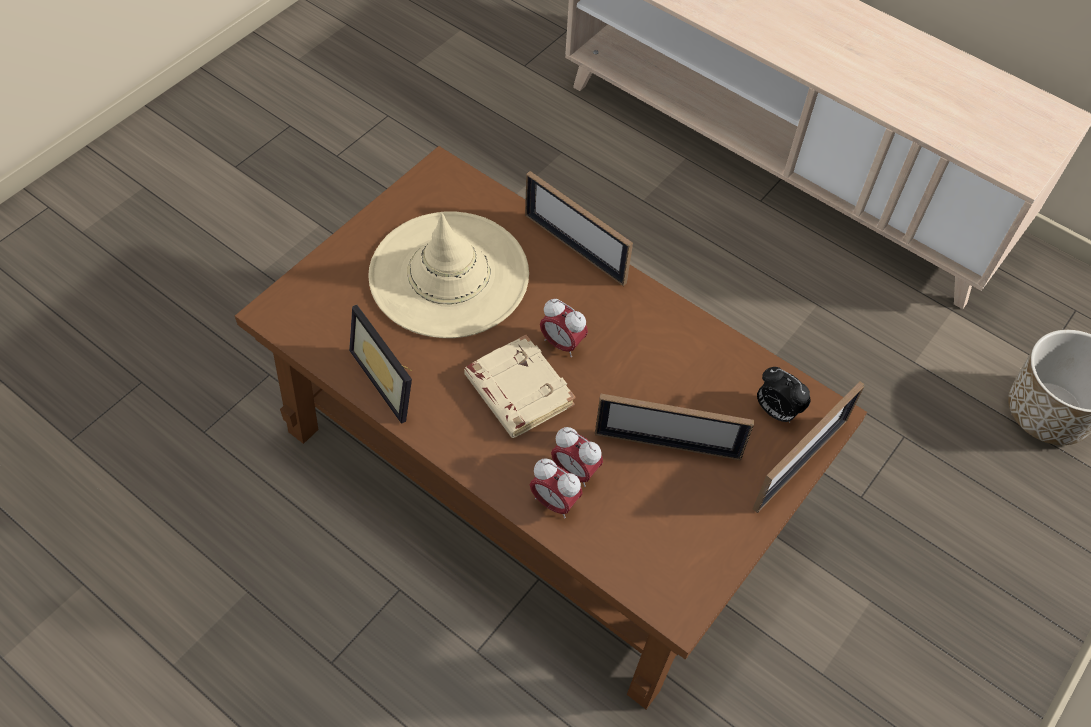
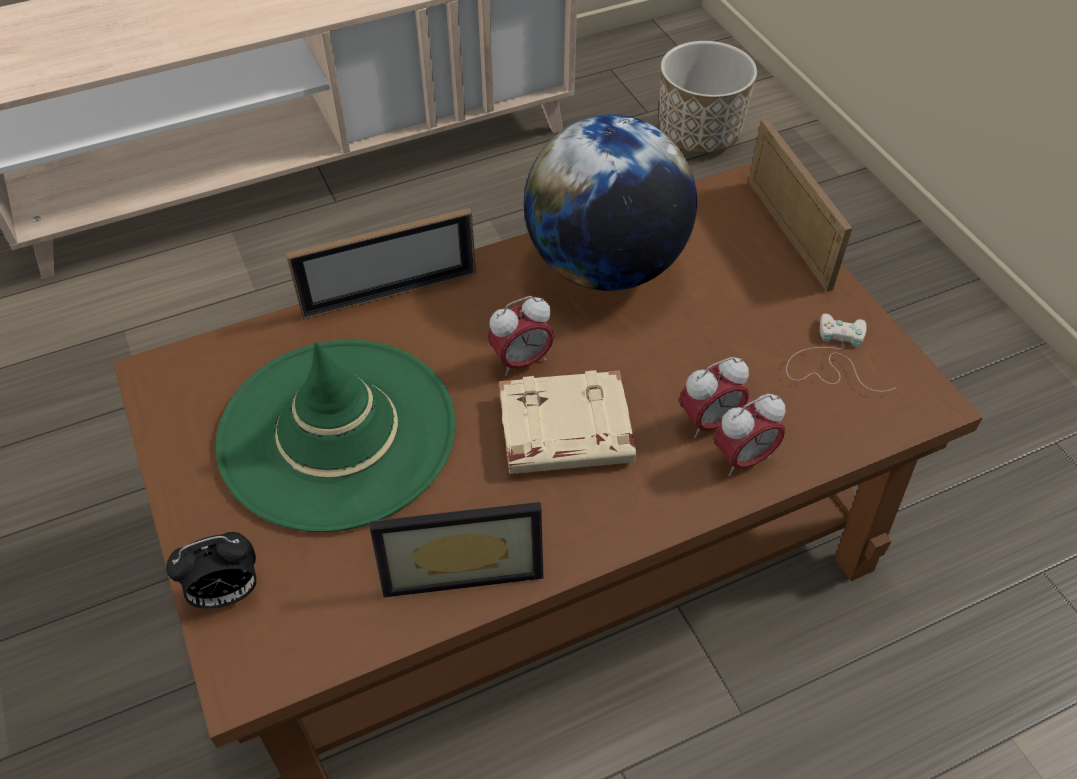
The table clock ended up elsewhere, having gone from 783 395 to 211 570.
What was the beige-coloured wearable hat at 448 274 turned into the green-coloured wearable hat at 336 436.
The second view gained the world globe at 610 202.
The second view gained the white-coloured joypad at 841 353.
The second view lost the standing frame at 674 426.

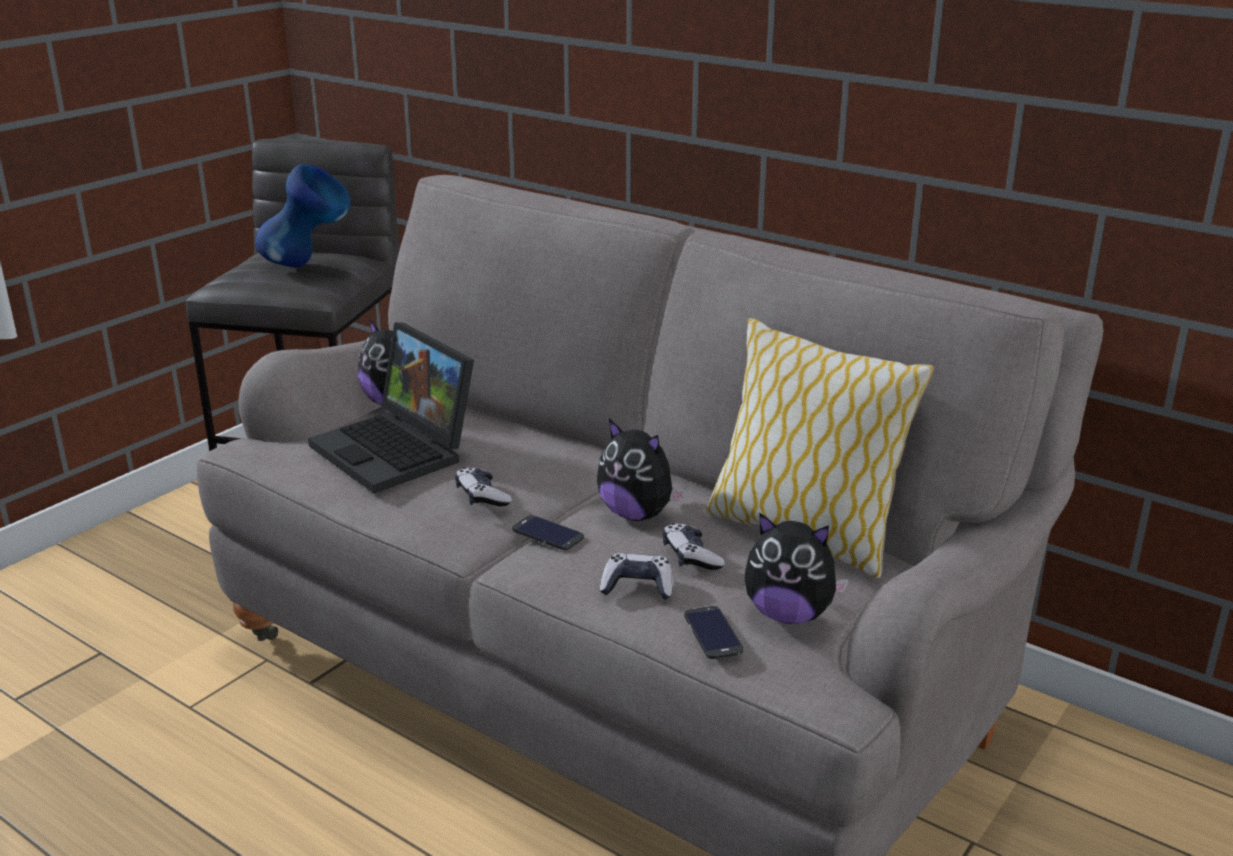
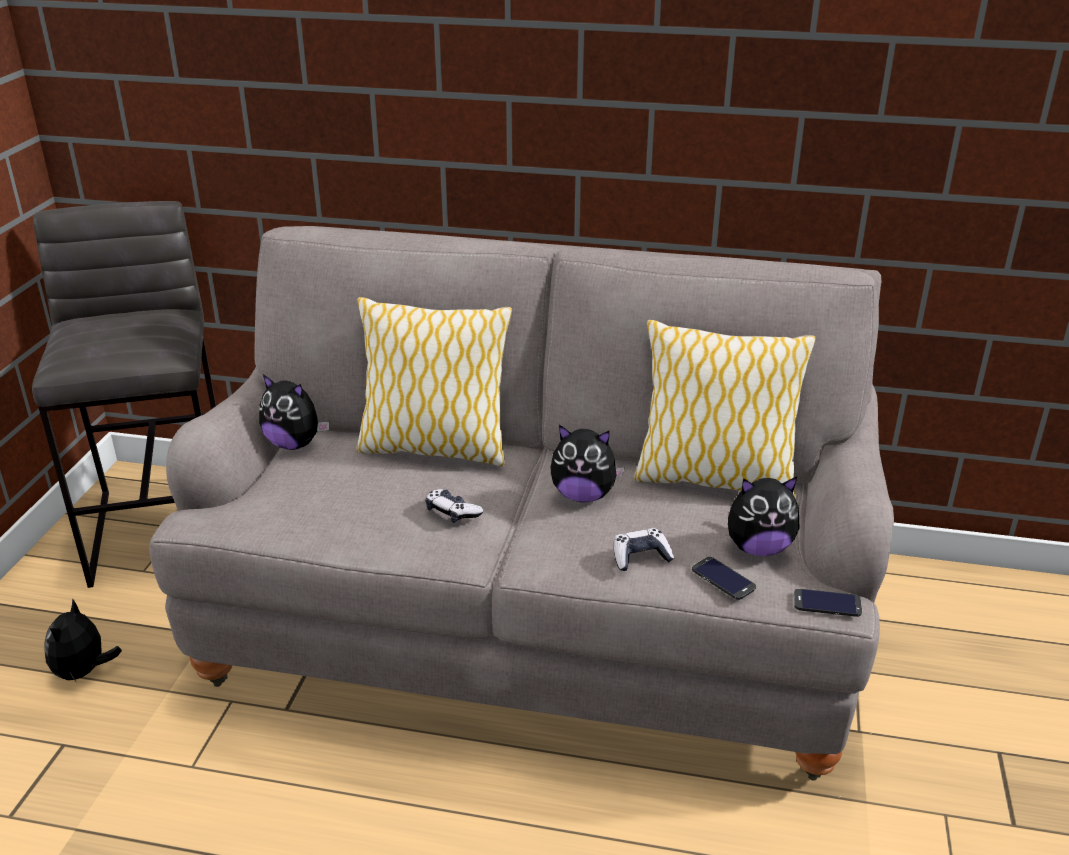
The second view gained the plush toy at 83 640.
The second view gained the pillow at 434 382.
The phone ended up elsewhere, having gone from 548 532 to 828 603.
The second view lost the blue vase at 303 215.
The second view lost the notebook computer at 391 407.
The second view lost the joypad at 694 546.

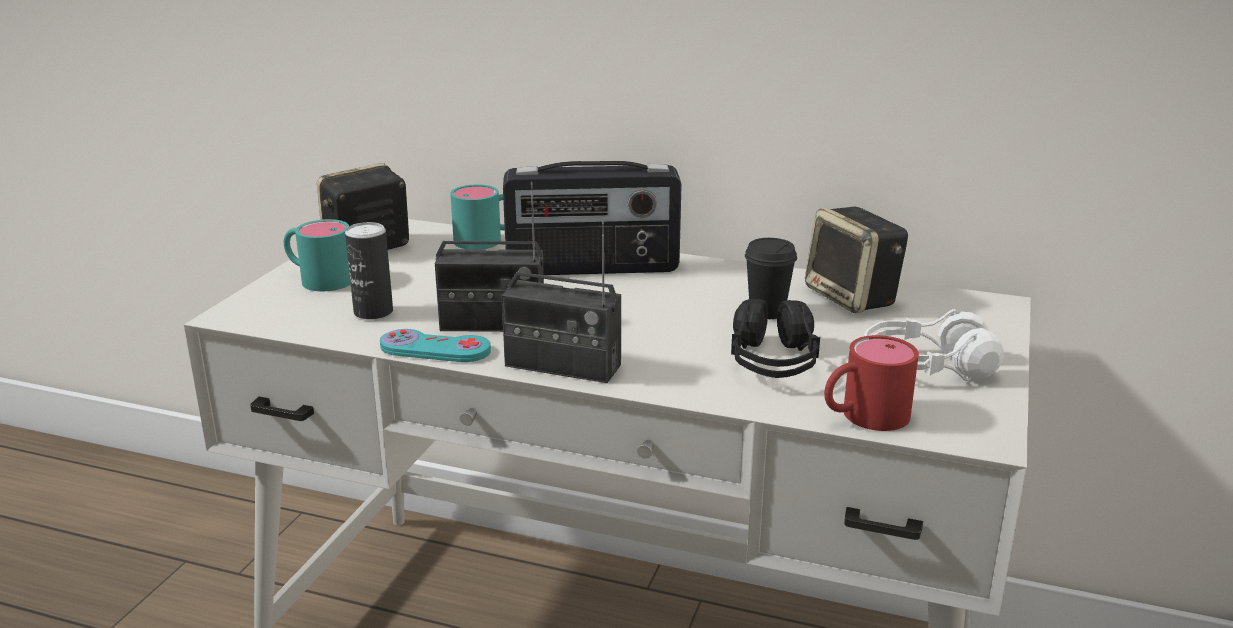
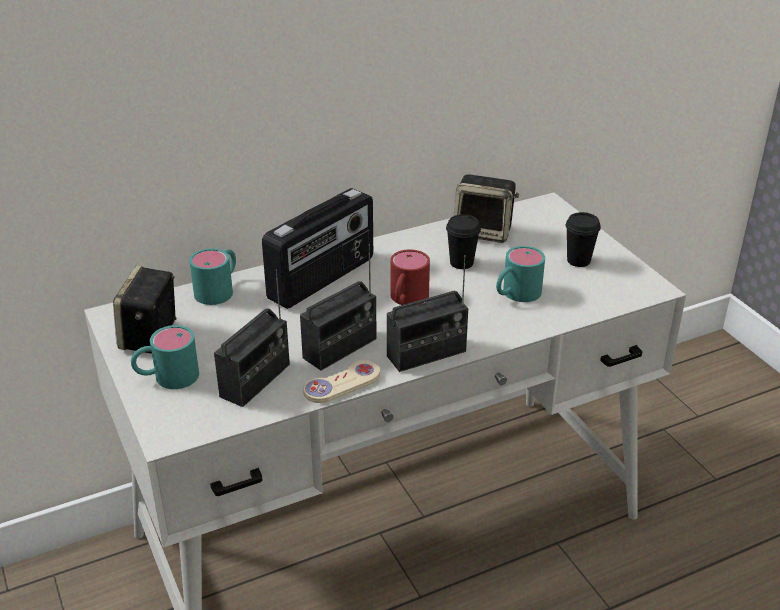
Where the sealed can stood at 369 271, the radio came to stand at 252 338.
What was the turquoise joypad at 435 345 turned into the beige-coloured joypad at 341 381.
The reddish mug ended up elsewhere, having gone from 871 383 to 410 277.
Where the blackish headset stood at 775 338, the turquoise mug came to stand at 520 274.
Where the white-coloured headset stood at 934 345, the blackish small cup came to stand at 583 239.

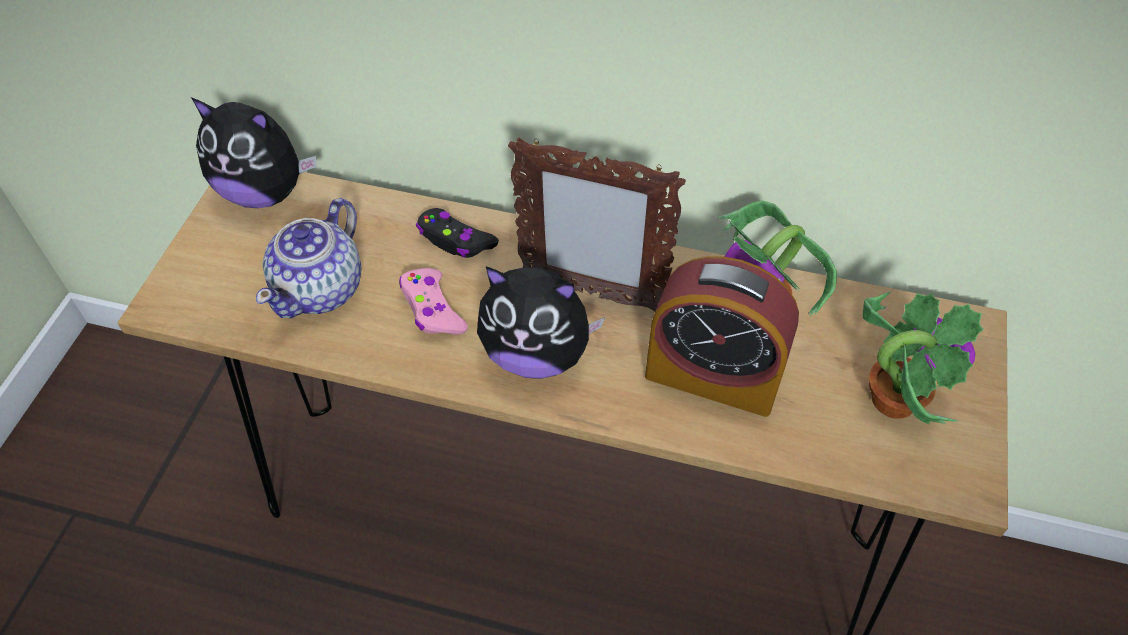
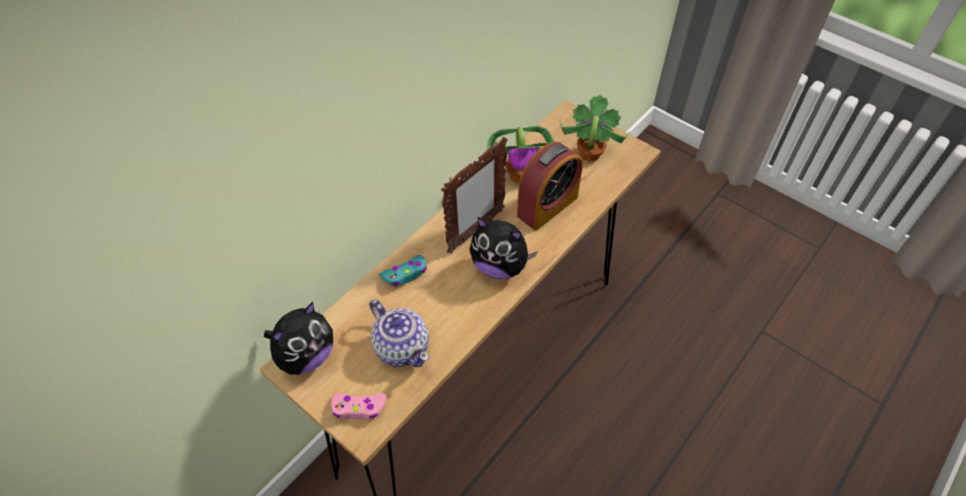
The pink joypad ended up elsewhere, having gone from 433 301 to 359 406.
What was the blackish joypad at 457 233 turned into the turquoise joypad at 403 271.
The plush toy at 541 323 ended up facing another way, 75 degrees clockwise from before.

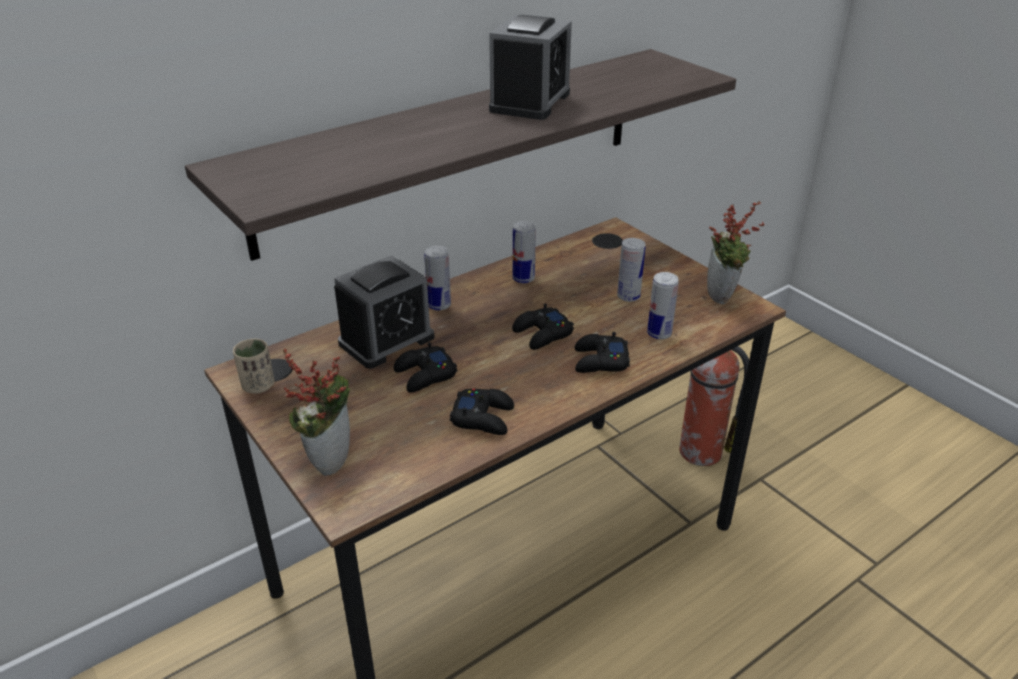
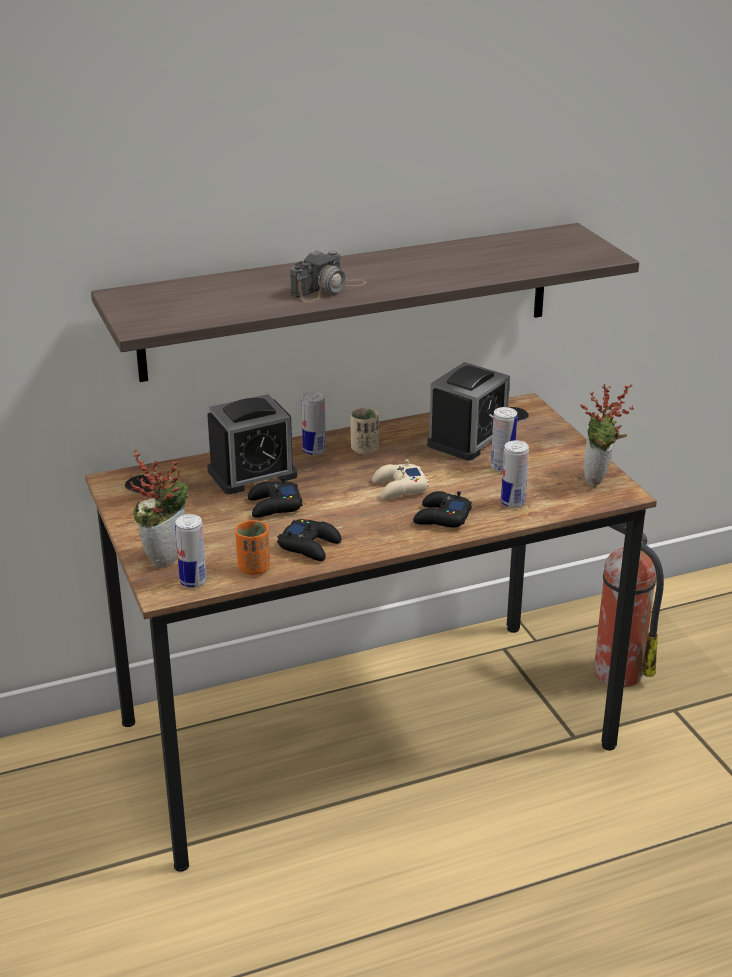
The sealed can ended up elsewhere, having gone from 524 252 to 191 551.
The second view gained the orange-coloured small cup at 252 547.
The second view gained the photo camera at 328 276.
The beige-coloured small cup ended up elsewhere, having gone from 254 366 to 364 431.
What was the blackish joypad at 543 327 turned into the beige-coloured joypad at 400 479.
The table clock ended up elsewhere, having gone from 530 67 to 468 411.

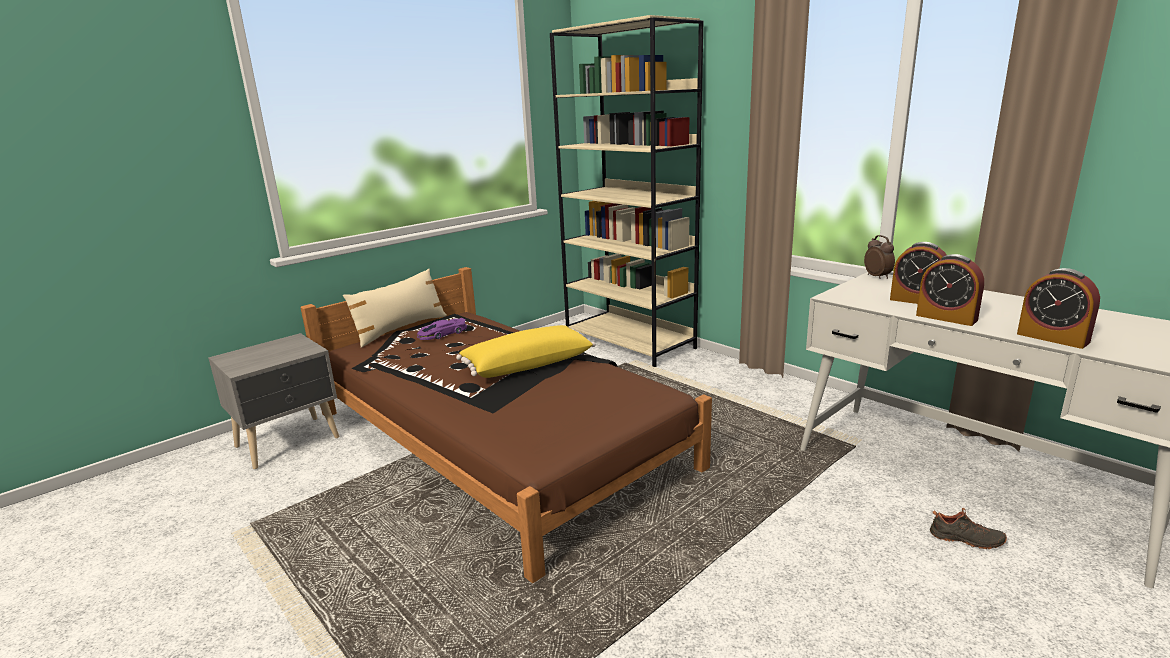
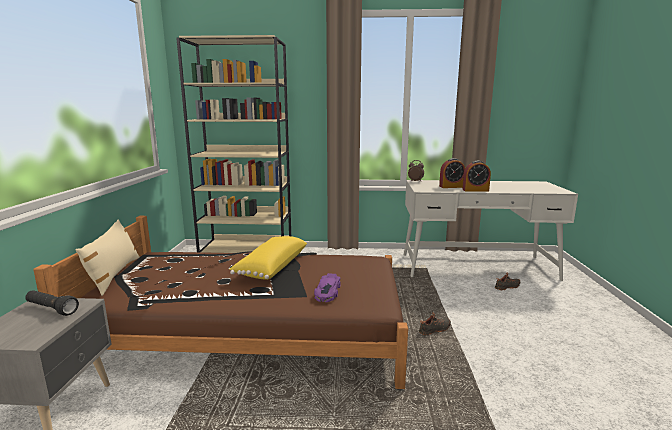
The second view gained the blackish flashlight at 52 303.
The purple-coloured model car ended up elsewhere, having gone from 442 329 to 327 287.
The second view gained the blackish item of footwear at 435 324.
The second view lost the table clock at 1058 308.

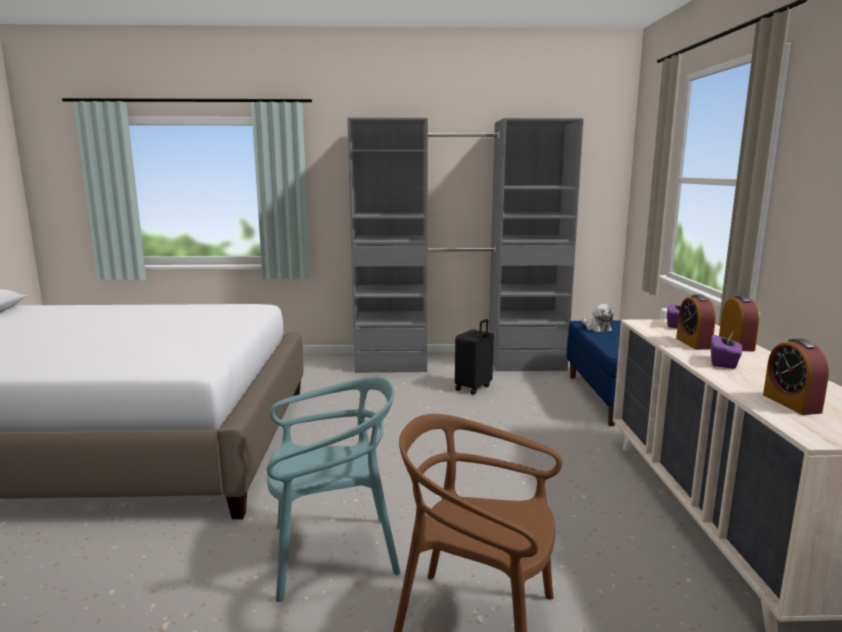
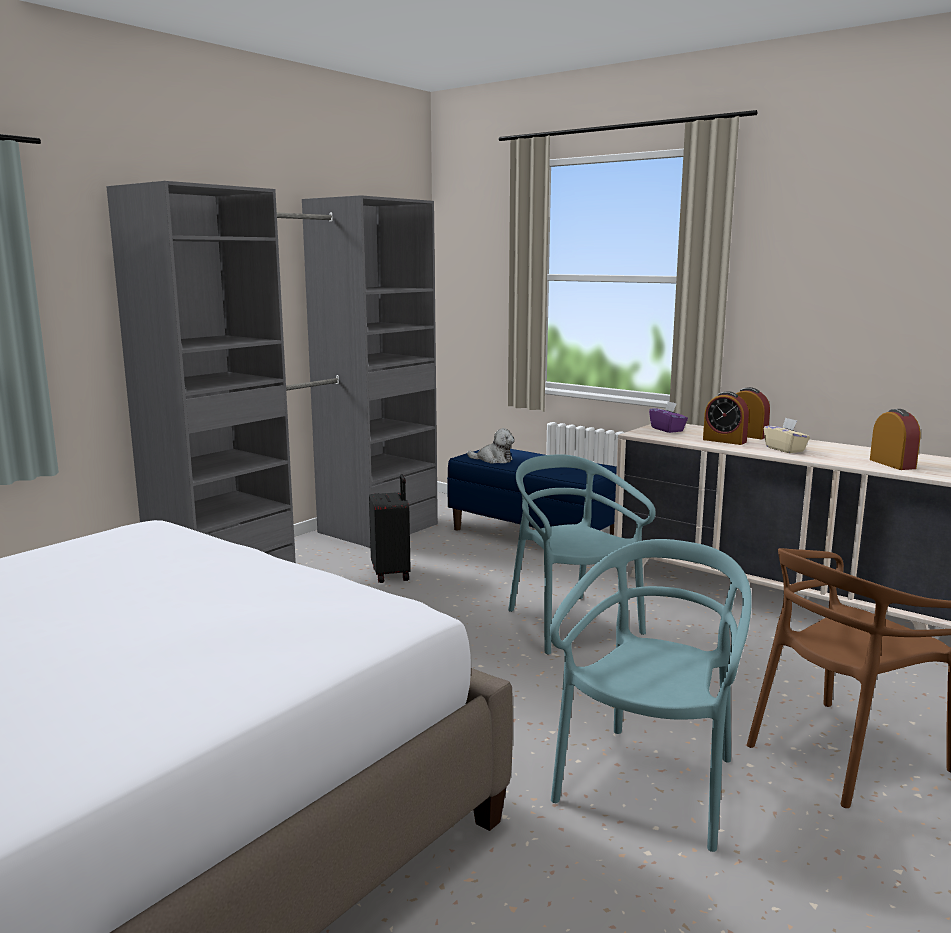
The second view gained the turquoise chair at 582 554.
What was the purple-coloured tissue holder at 726 350 turned into the beige-coloured tissue holder at 787 435.
The table clock at 796 377 ended up facing another way, 135 degrees counterclockwise from before.

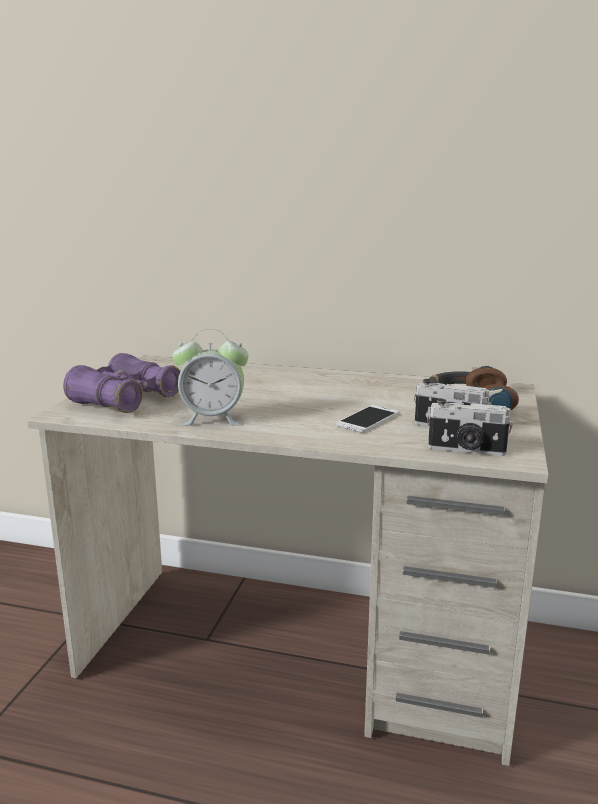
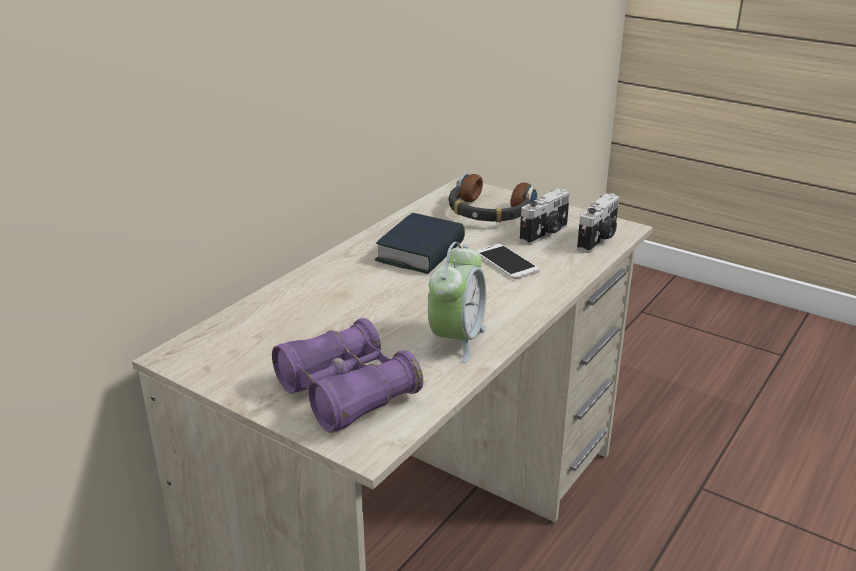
The second view gained the volume at 420 243.

